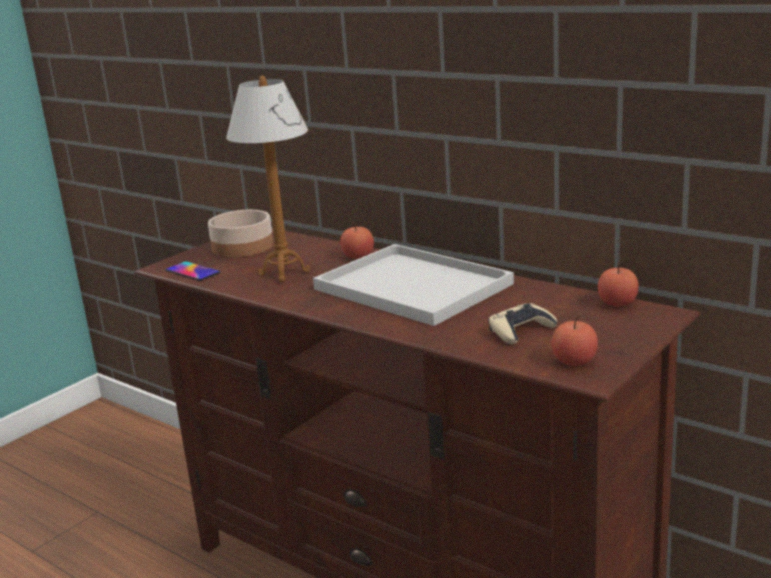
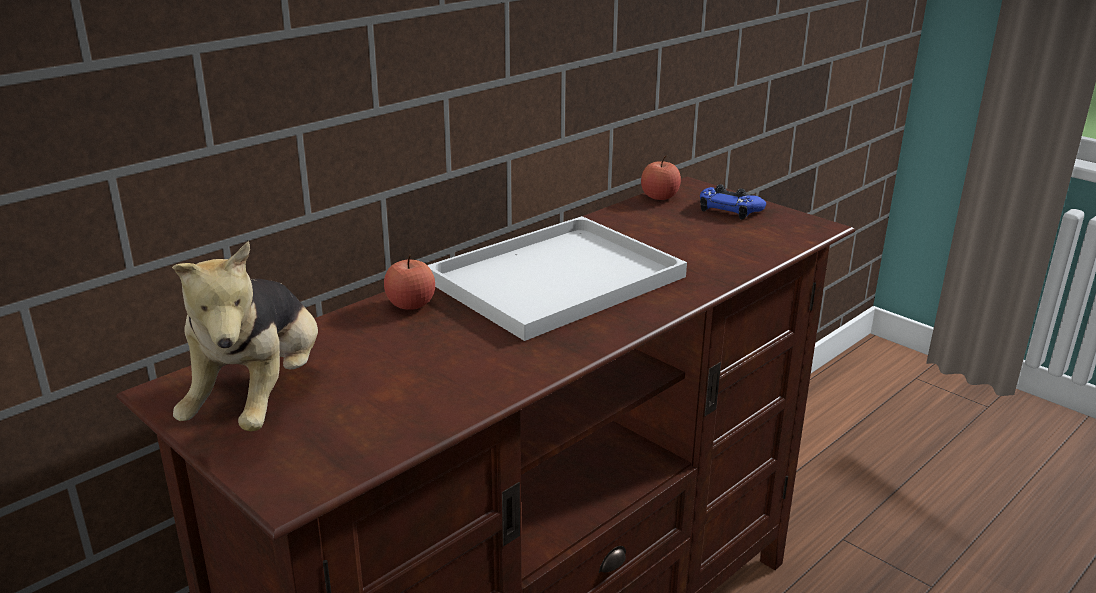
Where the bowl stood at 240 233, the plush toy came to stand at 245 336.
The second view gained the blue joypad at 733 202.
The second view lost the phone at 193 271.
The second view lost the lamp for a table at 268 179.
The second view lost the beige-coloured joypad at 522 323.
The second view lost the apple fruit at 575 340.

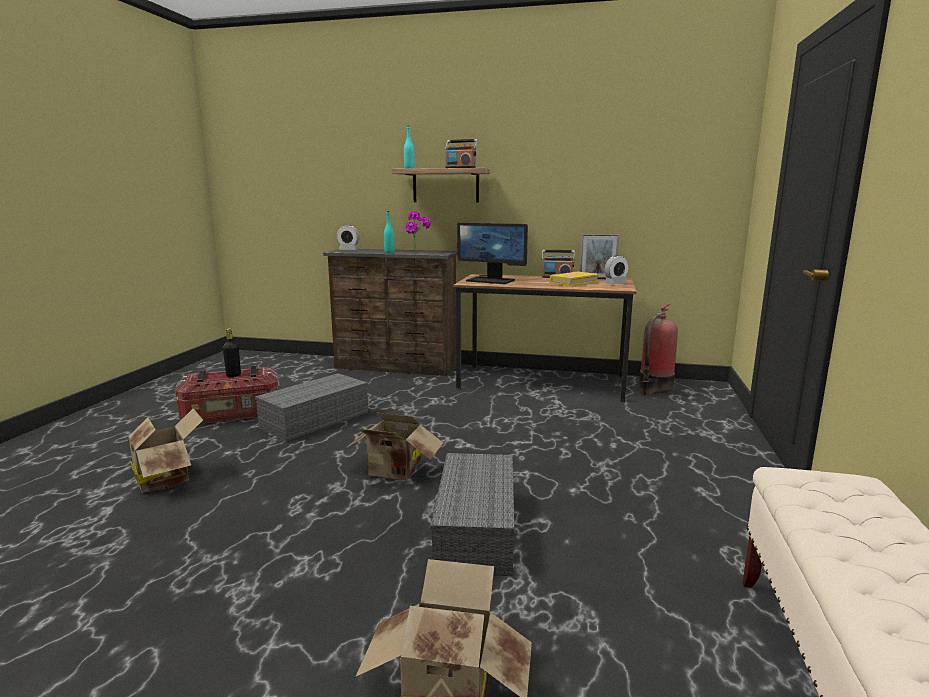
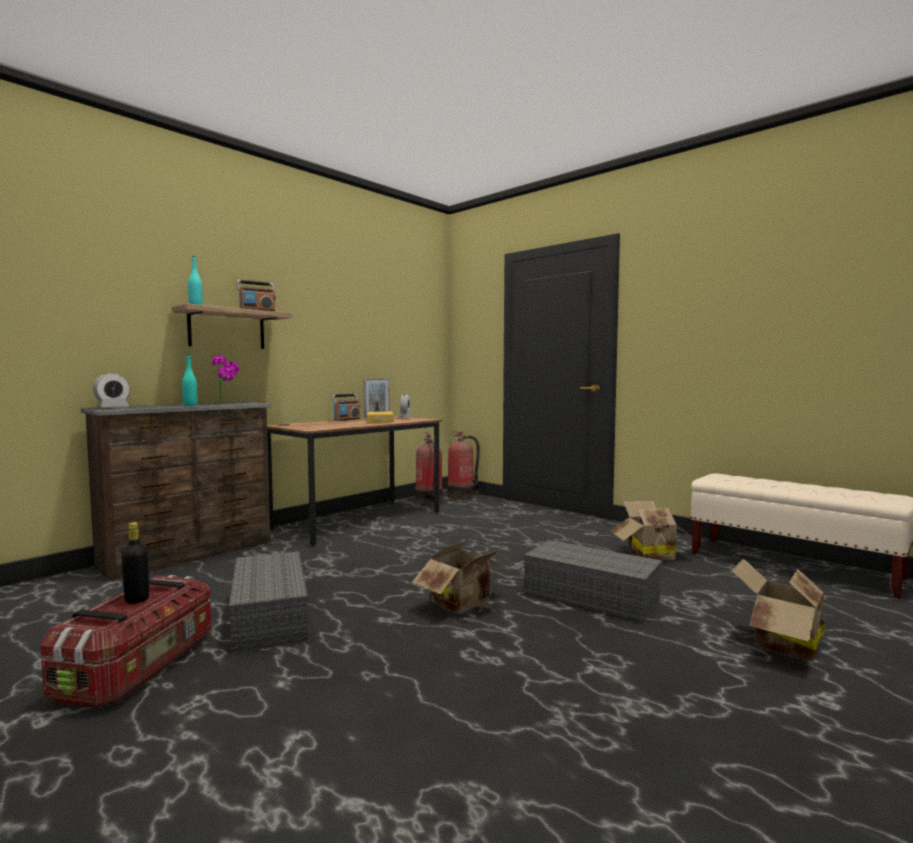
The second view gained the fire-fighting cylinder at 463 465.
The cardboard box ended up elsewhere, having gone from 165 450 to 651 530.
The second view lost the monitor at 492 253.

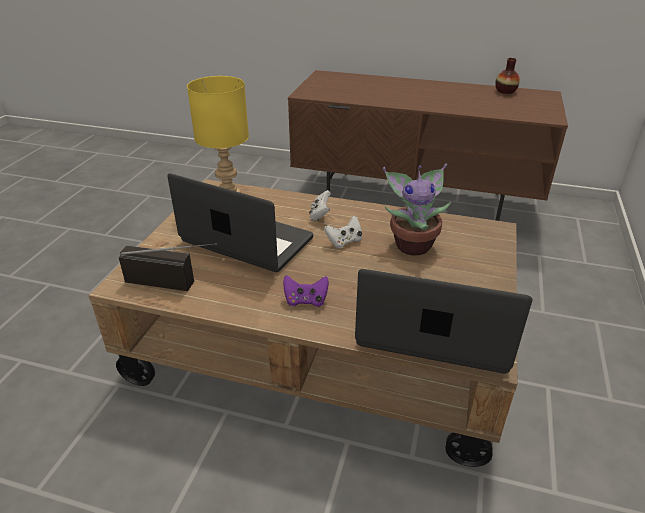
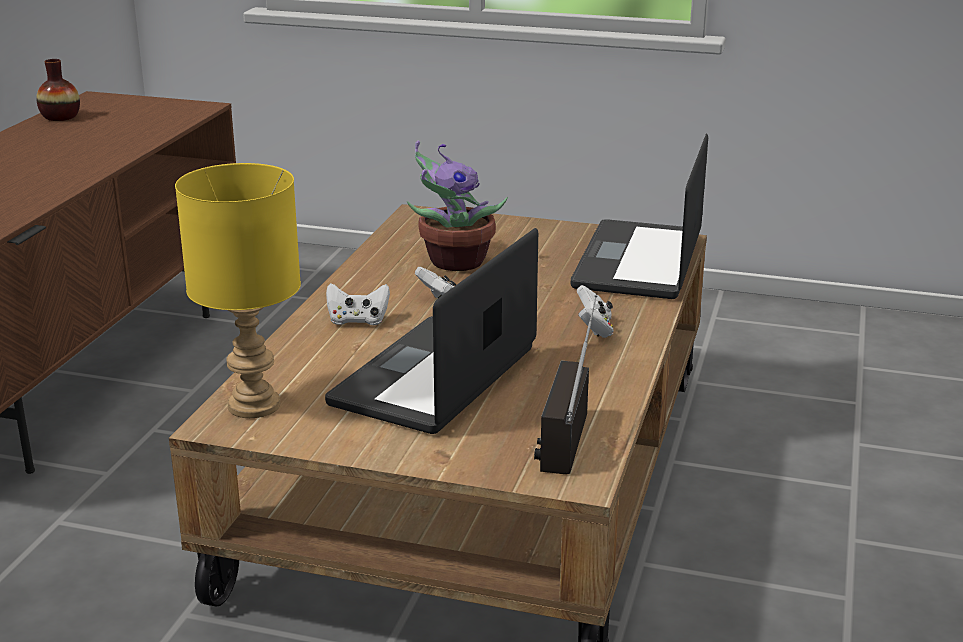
What was the purple-coloured joypad at 306 291 turned into the white-coloured joypad at 595 311.

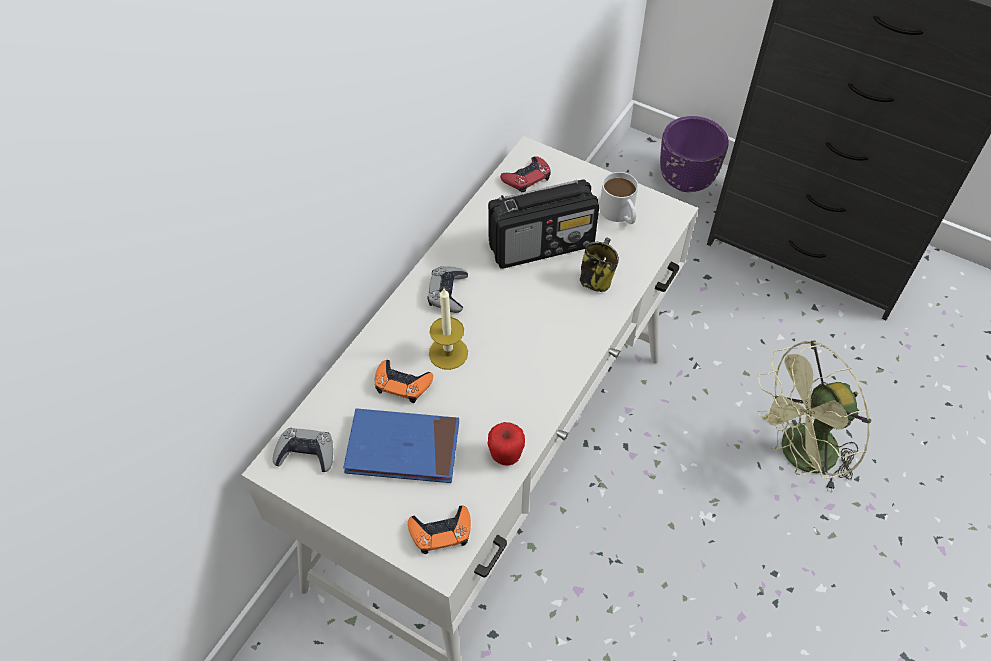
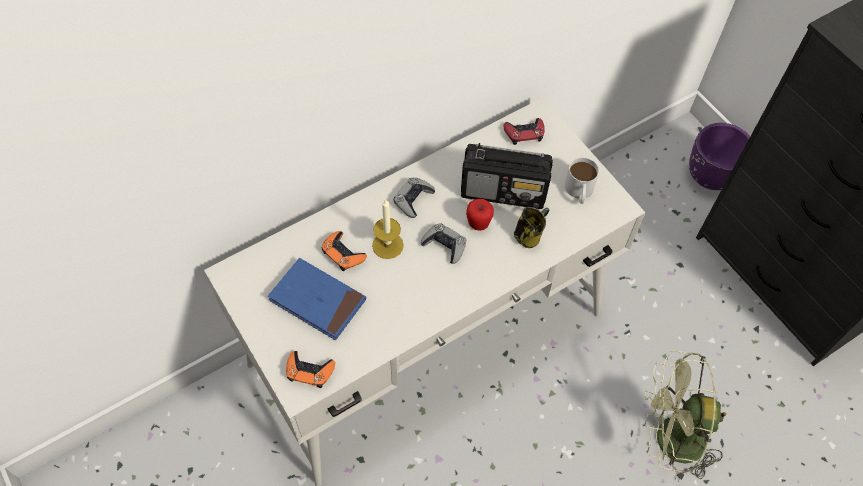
The grey joypad ended up elsewhere, having gone from 303 450 to 443 243.
The apple fruit ended up elsewhere, having gone from 506 444 to 480 215.

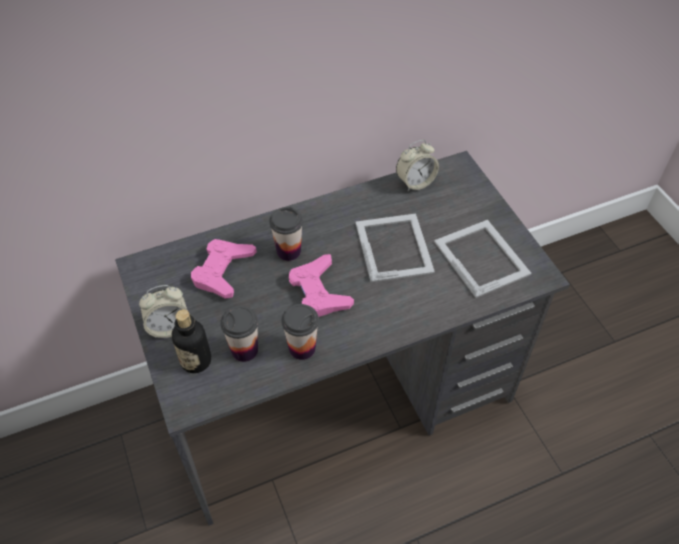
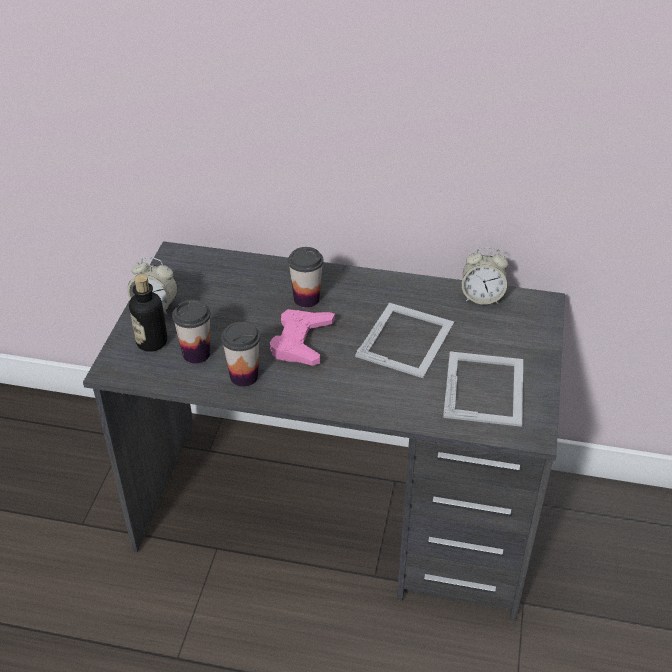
The second view lost the pink joypad at 224 269.

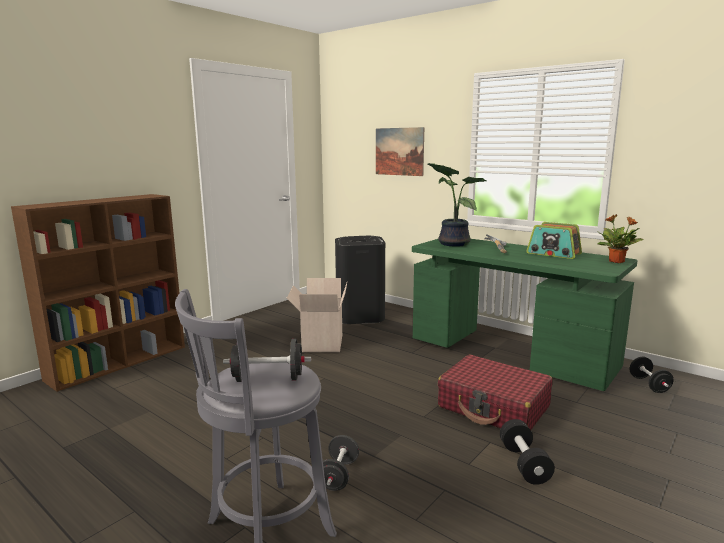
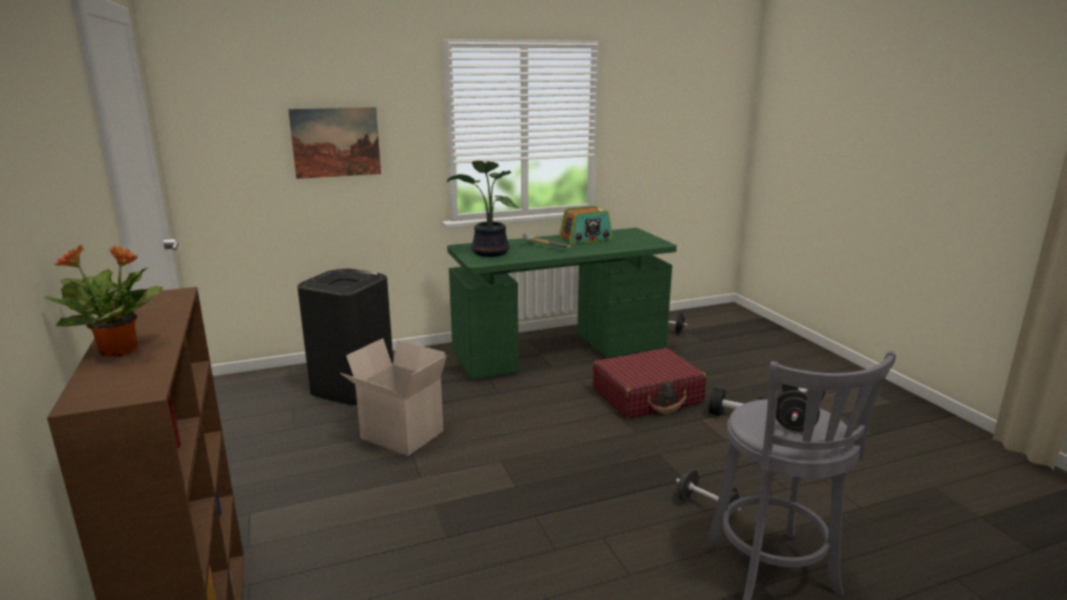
The plant in a pot ended up elsewhere, having gone from 620 238 to 103 301.

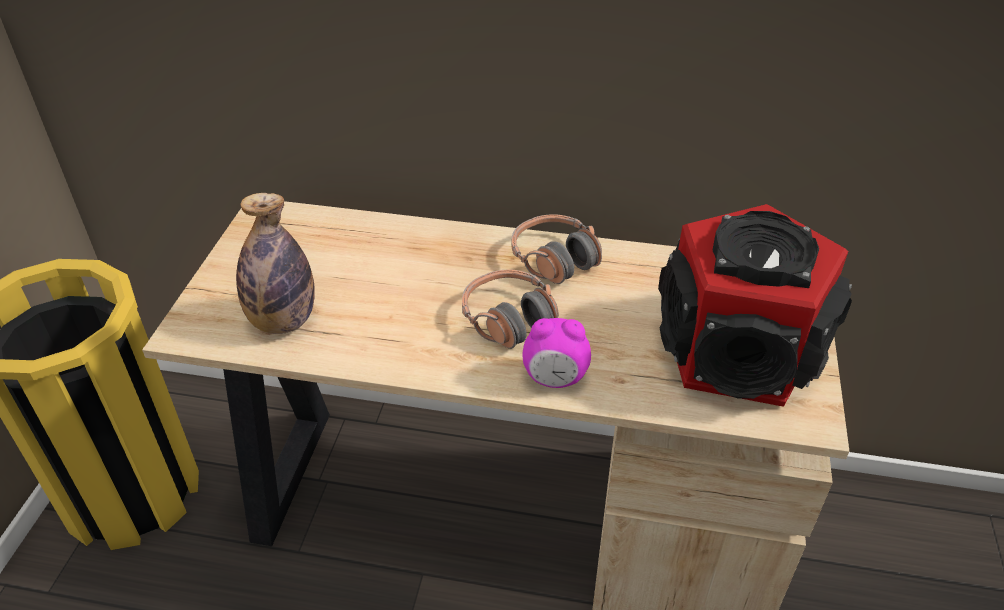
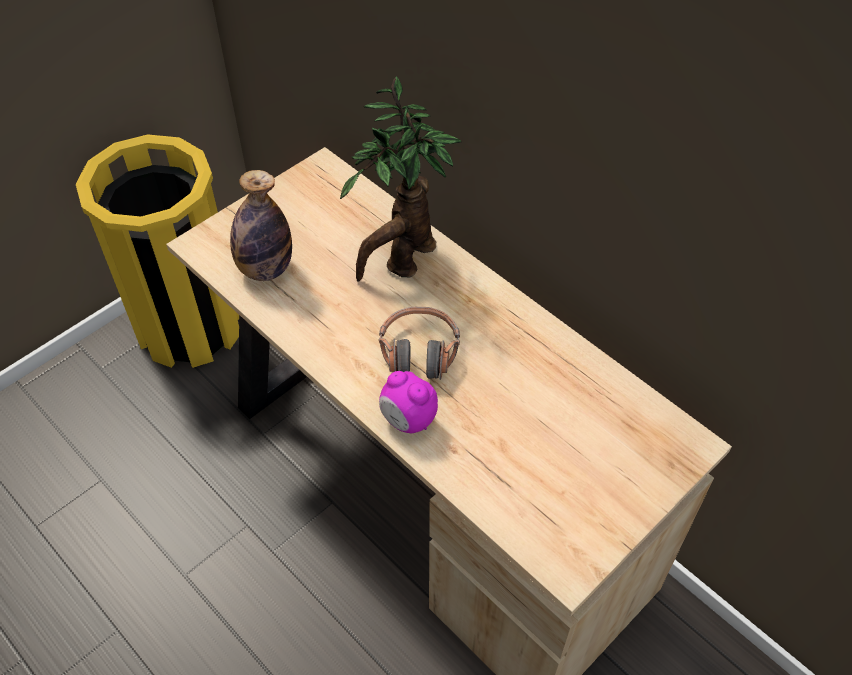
The second view gained the plant in a pot at 401 178.
The second view lost the headset at 557 249.
The second view lost the speaker at 755 305.

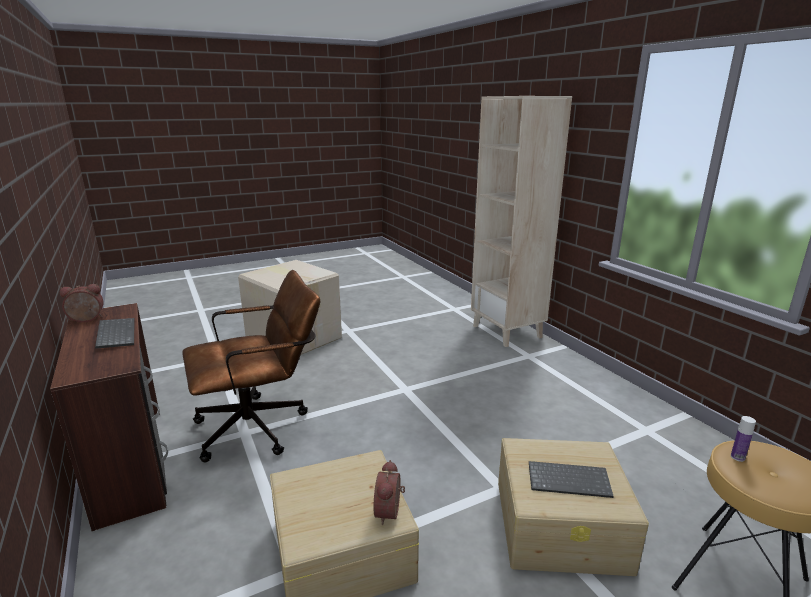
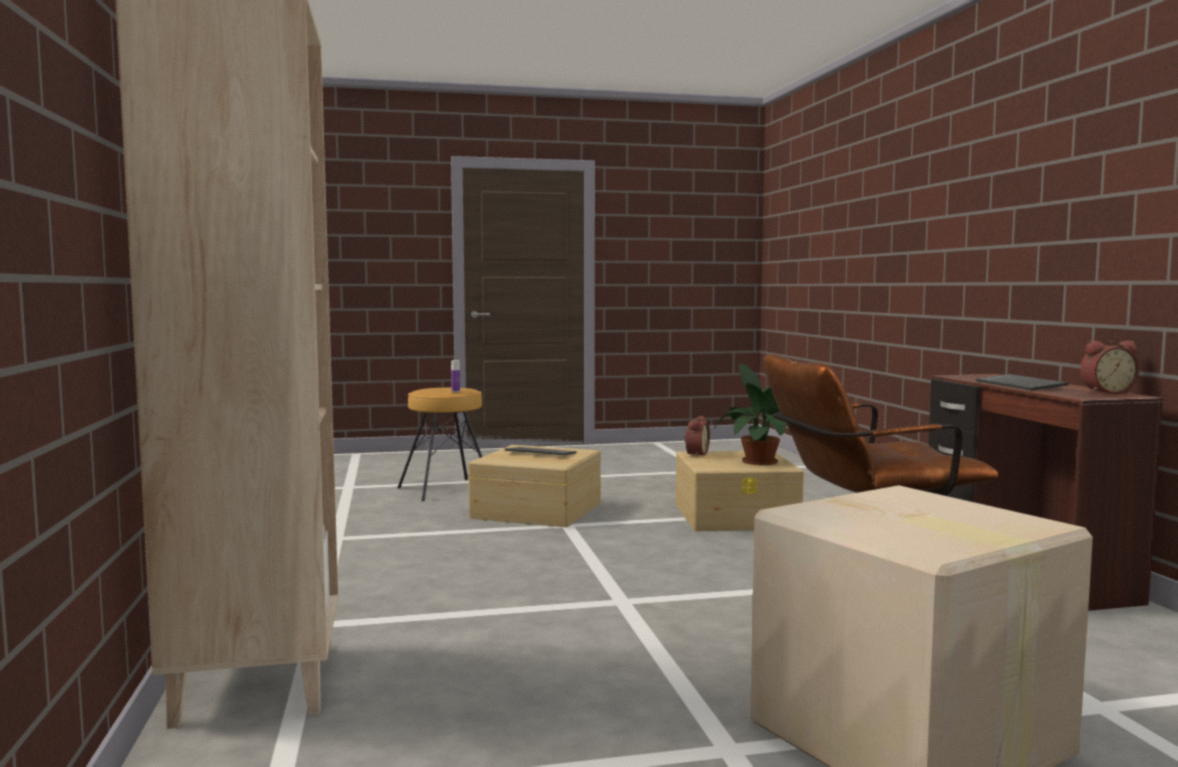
The second view gained the plant in a pot at 750 414.

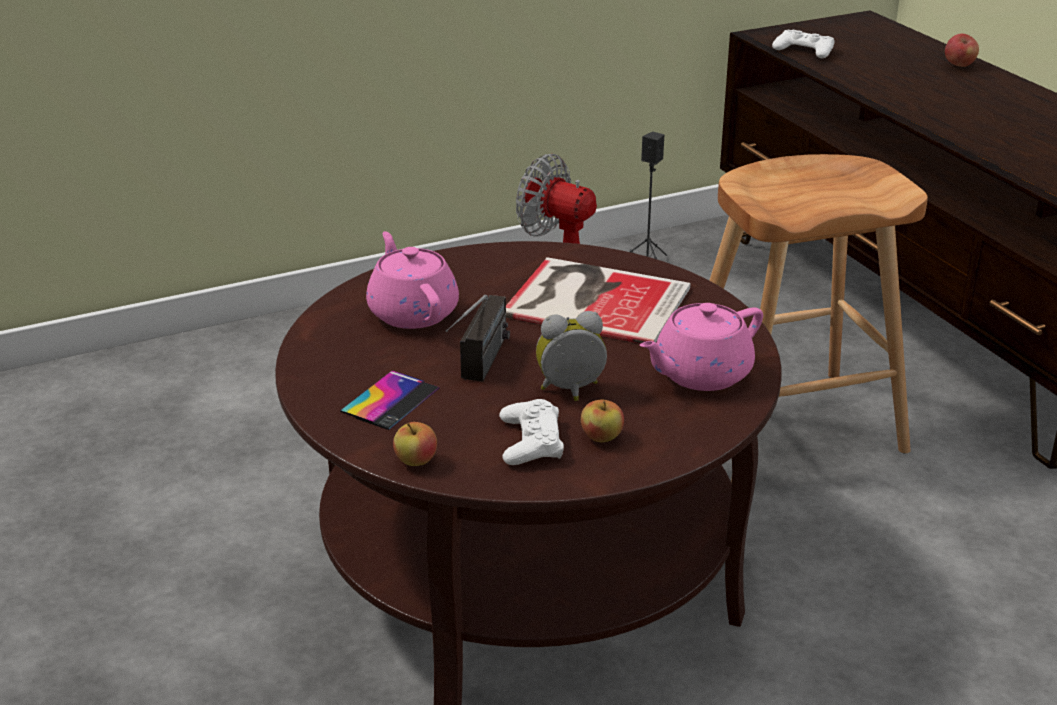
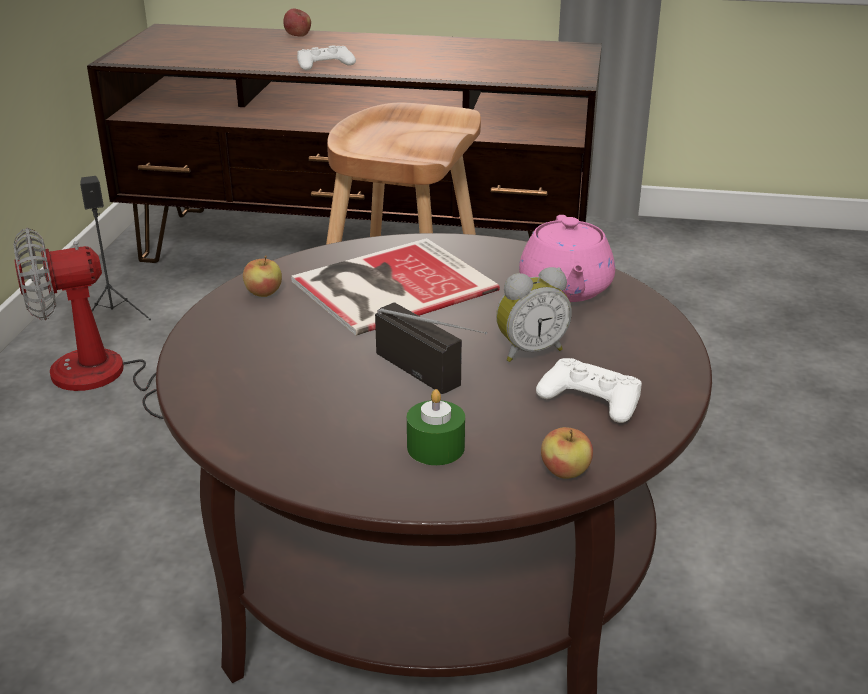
The apple fruit ended up elsewhere, having gone from 602 420 to 262 276.
The white-coloured joypad ended up elsewhere, having gone from 803 44 to 326 58.
Where the phone stood at 389 400, the green-coloured candle came to stand at 436 427.
The table clock at 571 356 ended up facing another way, 135 degrees counterclockwise from before.
The second view lost the pink pot for tea at 412 280.

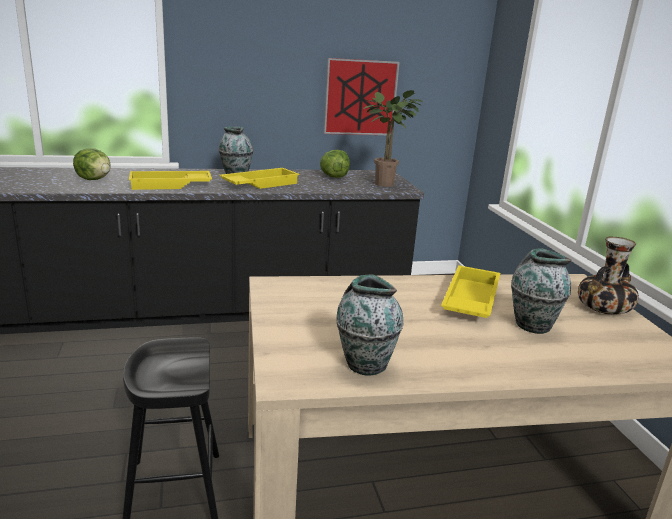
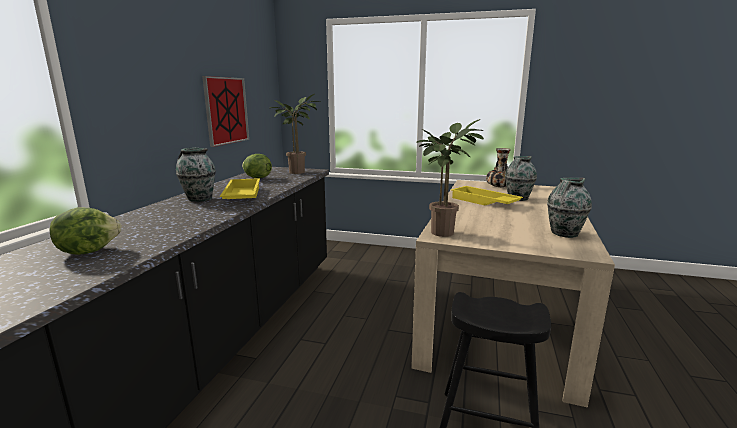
The second view gained the plant in a pot at 450 178.
The second view lost the yellow tray at 170 180.

